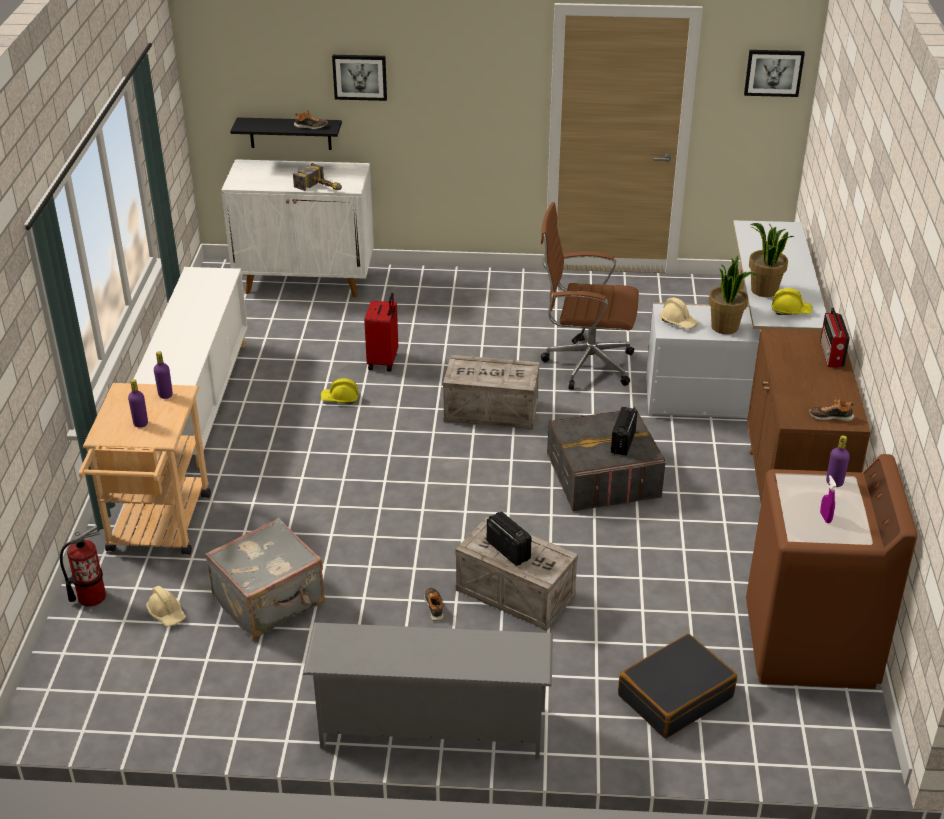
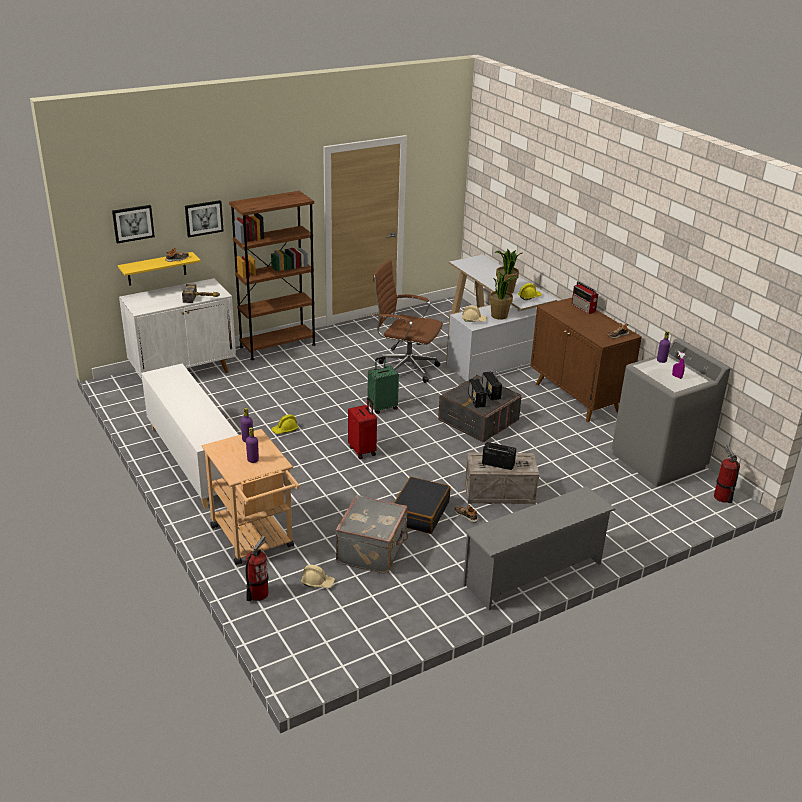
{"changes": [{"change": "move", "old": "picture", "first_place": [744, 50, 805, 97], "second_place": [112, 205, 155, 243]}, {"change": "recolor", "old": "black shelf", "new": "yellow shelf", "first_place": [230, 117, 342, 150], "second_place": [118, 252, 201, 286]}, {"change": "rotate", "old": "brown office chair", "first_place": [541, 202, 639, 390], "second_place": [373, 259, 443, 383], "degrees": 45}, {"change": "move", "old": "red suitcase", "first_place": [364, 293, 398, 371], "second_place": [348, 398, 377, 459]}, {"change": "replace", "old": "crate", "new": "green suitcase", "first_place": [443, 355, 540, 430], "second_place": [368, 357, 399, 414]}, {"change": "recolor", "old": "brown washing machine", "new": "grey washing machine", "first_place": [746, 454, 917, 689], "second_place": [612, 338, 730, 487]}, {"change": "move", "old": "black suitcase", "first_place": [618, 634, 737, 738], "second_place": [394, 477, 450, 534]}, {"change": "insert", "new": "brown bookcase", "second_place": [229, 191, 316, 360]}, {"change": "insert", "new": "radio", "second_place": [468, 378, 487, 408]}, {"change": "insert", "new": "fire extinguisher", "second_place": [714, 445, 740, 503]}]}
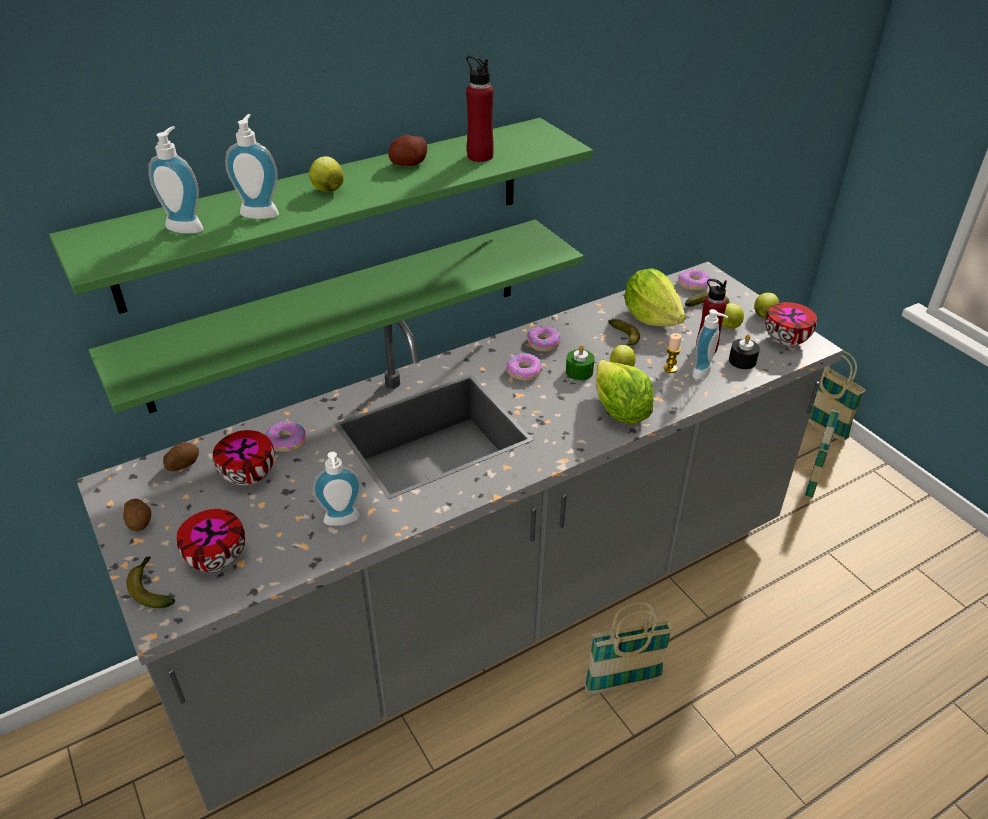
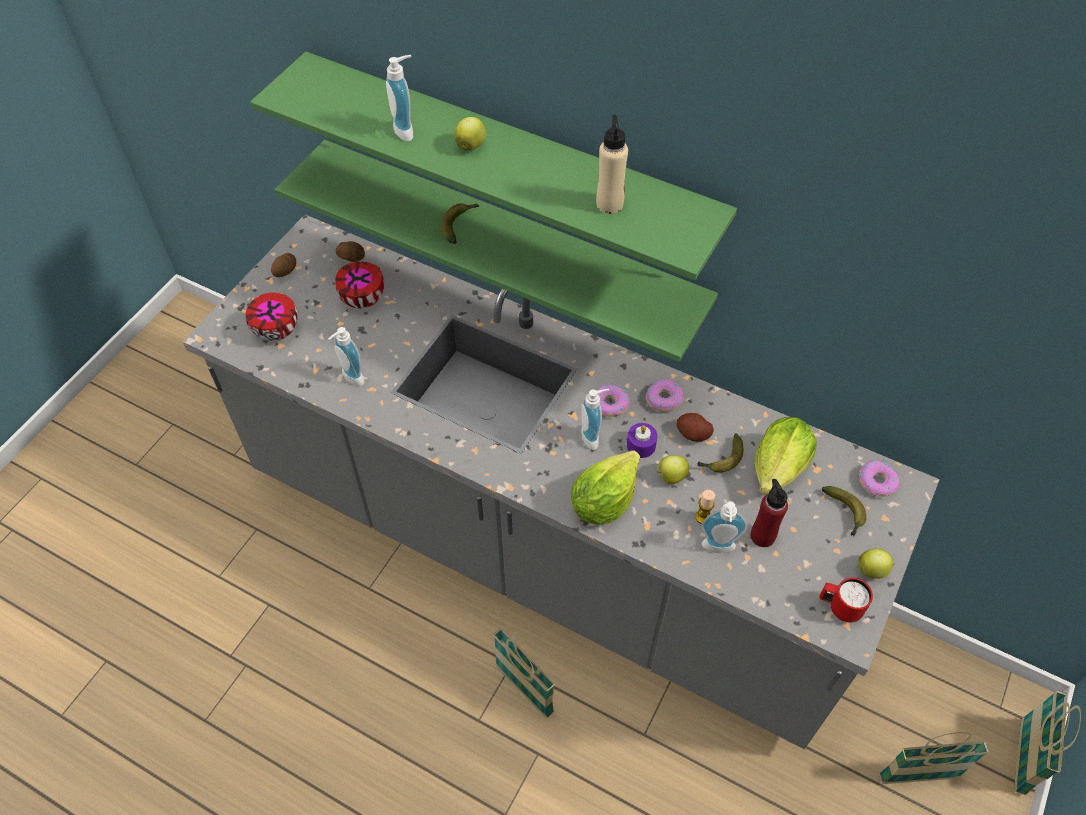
{"changes": [{"change": "recolor", "old": "red bottle", "new": "beige bottle", "first_place": [466, 55, 494, 162], "second_place": [596, 115, 628, 214]}, {"change": "move", "old": "soap dispenser", "first_place": [148, 126, 204, 234], "second_place": [581, 389, 609, 450]}, {"change": "move", "old": "potato", "first_place": [388, 135, 427, 166], "second_place": [677, 413, 714, 442]}, {"change": "replace", "old": "bowl", "new": "red mug", "first_place": [765, 302, 817, 346], "second_place": [820, 578, 873, 622]}, {"change": "delete", "old": "apple", "first_place": [722, 303, 744, 329]}, {"change": "delete", "old": "black candle", "first_place": [729, 334, 760, 369]}, {"change": "recolor", "old": "green candle", "new": "purple candle", "first_place": [566, 345, 595, 380], "second_place": [627, 423, 657, 458]}, {"change": "delete", "old": "donut", "first_place": [266, 421, 307, 452]}, {"change": "move", "old": "banana", "first_place": [127, 556, 175, 608], "second_place": [441, 203, 479, 244]}]}
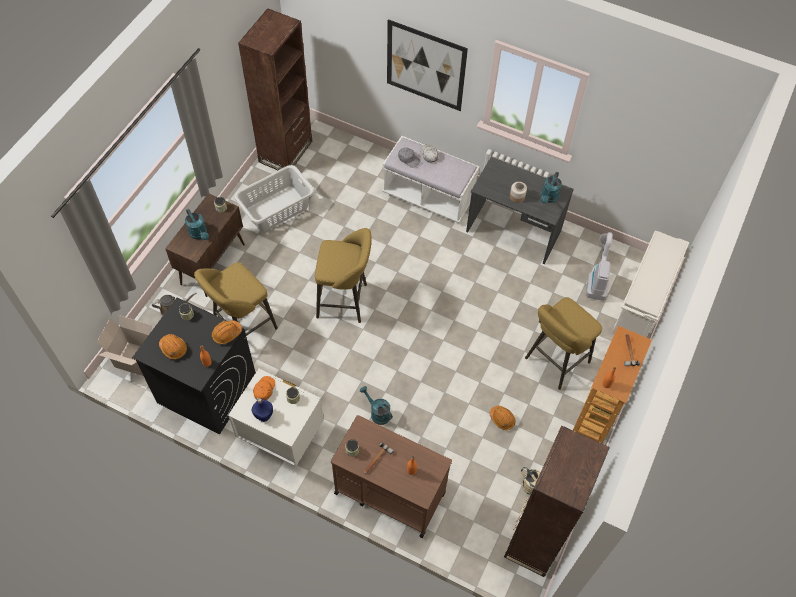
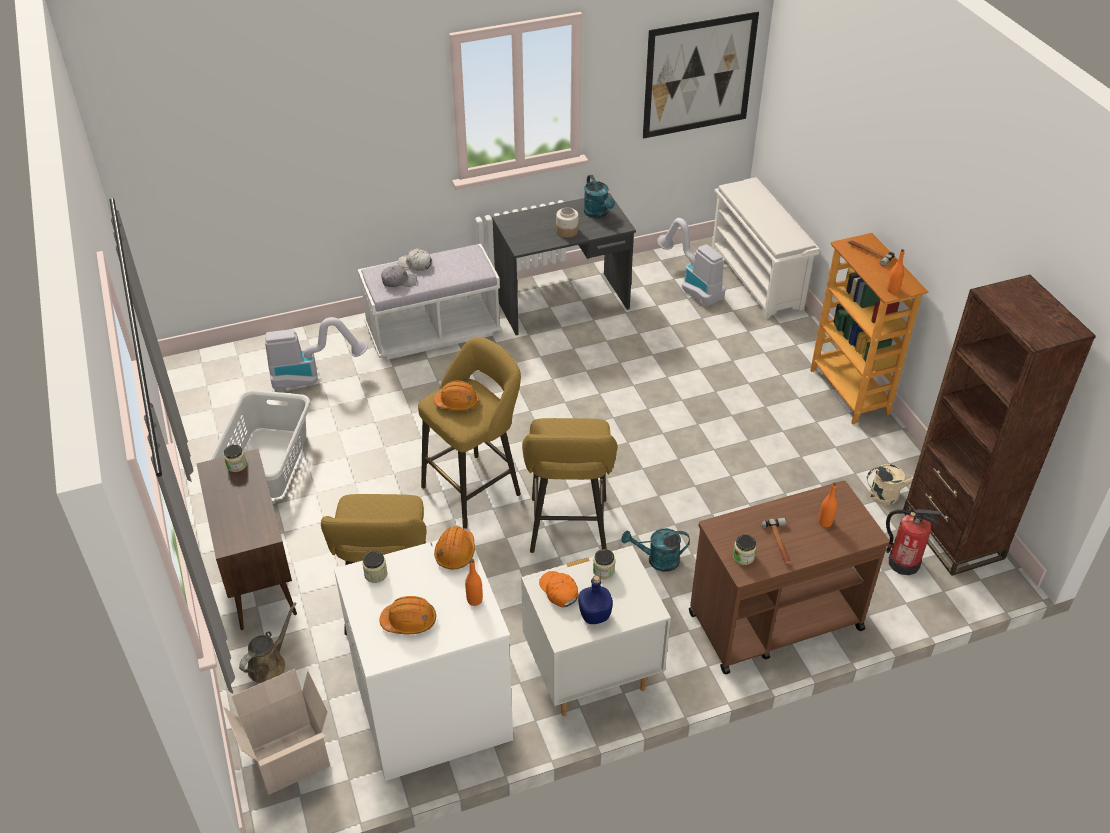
{"changes": [{"change": "delete", "old": "brown bookcase", "first_place": [238, 8, 312, 170]}, {"change": "move", "old": "picture", "first_place": [387, 19, 468, 111], "second_place": [643, 11, 759, 139]}, {"change": "delete", "old": "turquoise watering can", "first_place": [185, 209, 209, 240]}, {"change": "move", "old": "yellow stool", "first_place": [525, 297, 602, 390], "second_place": [522, 418, 617, 553]}, {"change": "recolor", "old": "black washing machine", "new": "white washing machine", "first_place": [132, 298, 256, 434], "second_place": [334, 540, 513, 781]}, {"change": "move", "old": "orange hard hat", "first_place": [490, 406, 516, 430], "second_place": [434, 381, 479, 411]}, {"change": "insert", "new": "vacuum cleaner", "second_place": [265, 317, 368, 392]}, {"change": "insert", "new": "fire extinguisher", "second_place": [886, 509, 942, 575]}]}
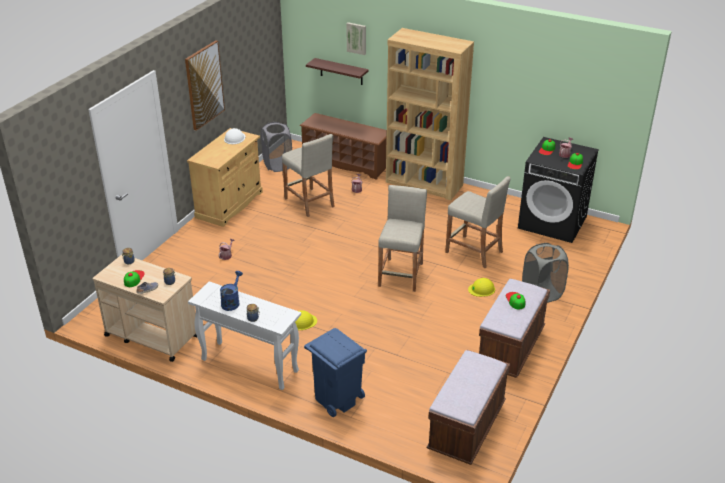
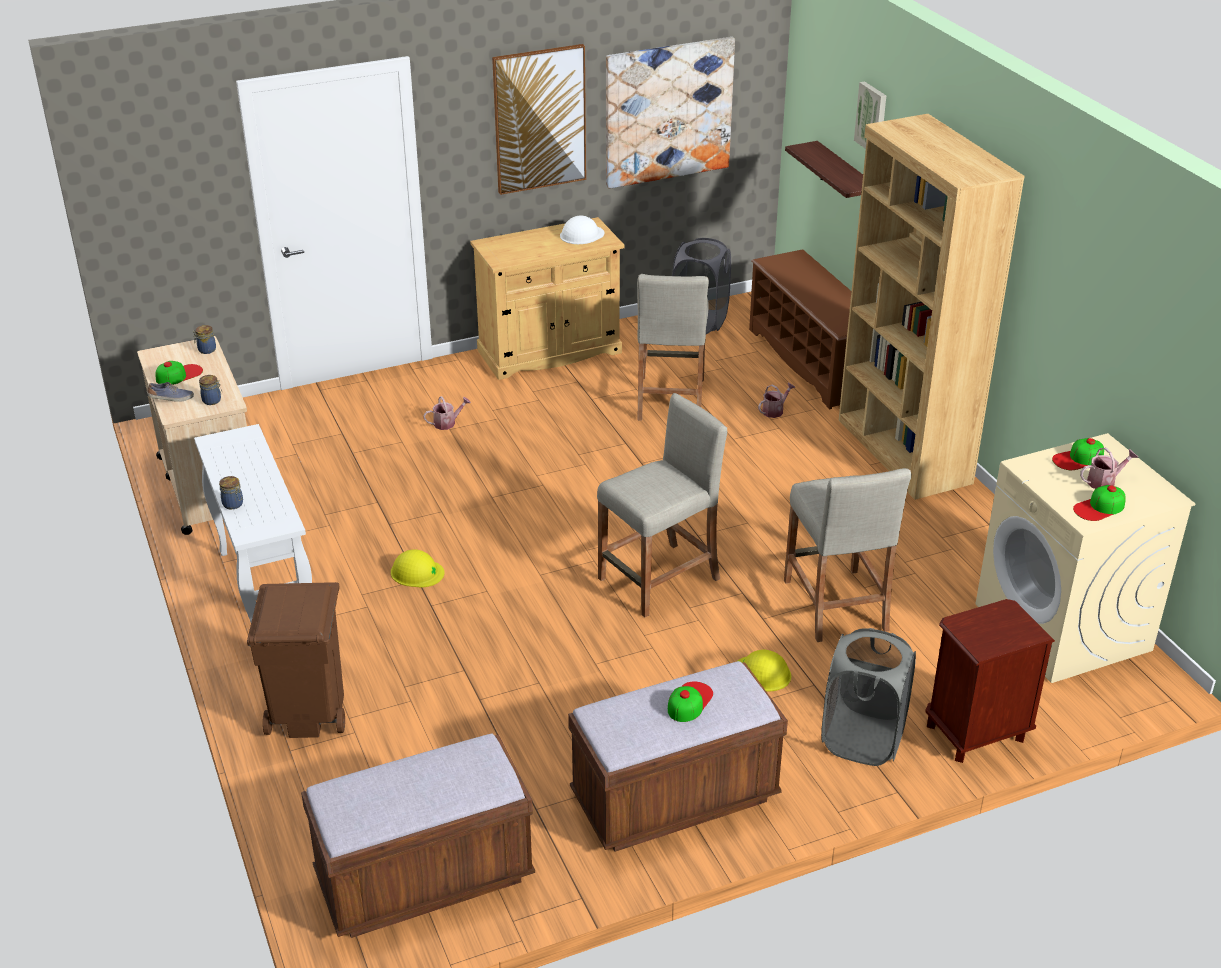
{"changes": [{"change": "recolor", "old": "black washing machine", "new": "beige washing machine", "first_place": [518, 137, 599, 243], "second_place": [975, 433, 1195, 683]}, {"change": "delete", "old": "blue watering can", "first_place": [220, 271, 243, 311]}, {"change": "recolor", "old": "blue trash can", "new": "brown trash can", "first_place": [304, 328, 367, 417], "second_place": [247, 582, 345, 738]}, {"change": "insert", "new": "picture", "second_place": [606, 37, 735, 189]}, {"change": "insert", "new": "brown nightstand", "second_place": [925, 599, 1055, 763]}]}
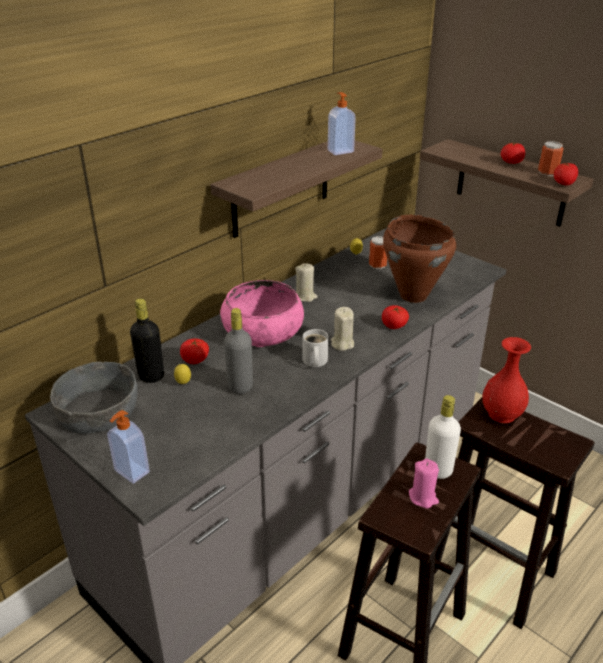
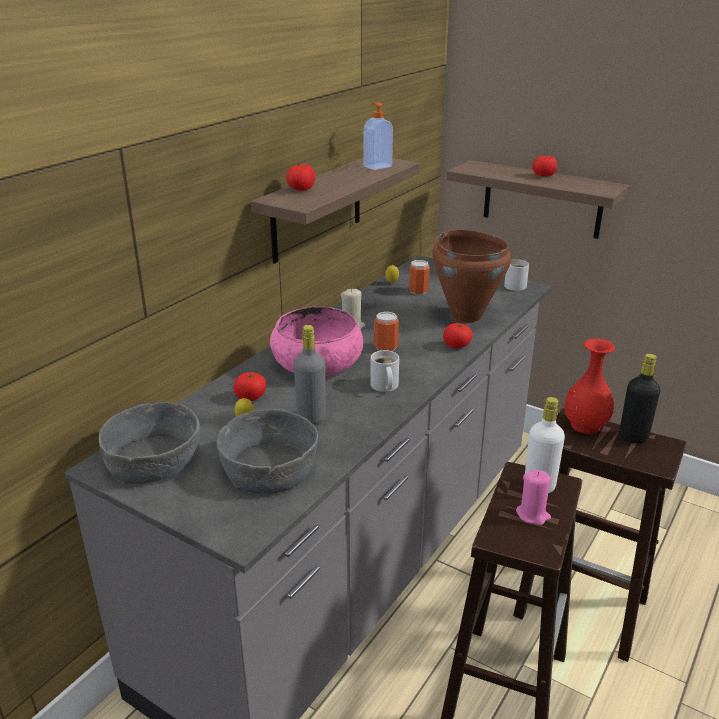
{"changes": [{"change": "move", "old": "can", "first_place": [538, 141, 564, 176], "second_place": [374, 312, 399, 351]}, {"change": "move", "old": "tomato", "first_place": [554, 162, 578, 185], "second_place": [286, 164, 315, 191]}, {"change": "move", "old": "black bottle", "first_place": [130, 299, 164, 383], "second_place": [619, 354, 660, 444]}, {"change": "delete", "old": "beige candle", "first_place": [331, 307, 354, 351]}, {"change": "delete", "old": "soap dispenser", "first_place": [107, 410, 150, 484]}, {"change": "insert", "new": "white mug", "second_place": [504, 259, 529, 291]}, {"change": "insert", "new": "grey bowl", "second_place": [217, 409, 318, 494]}]}
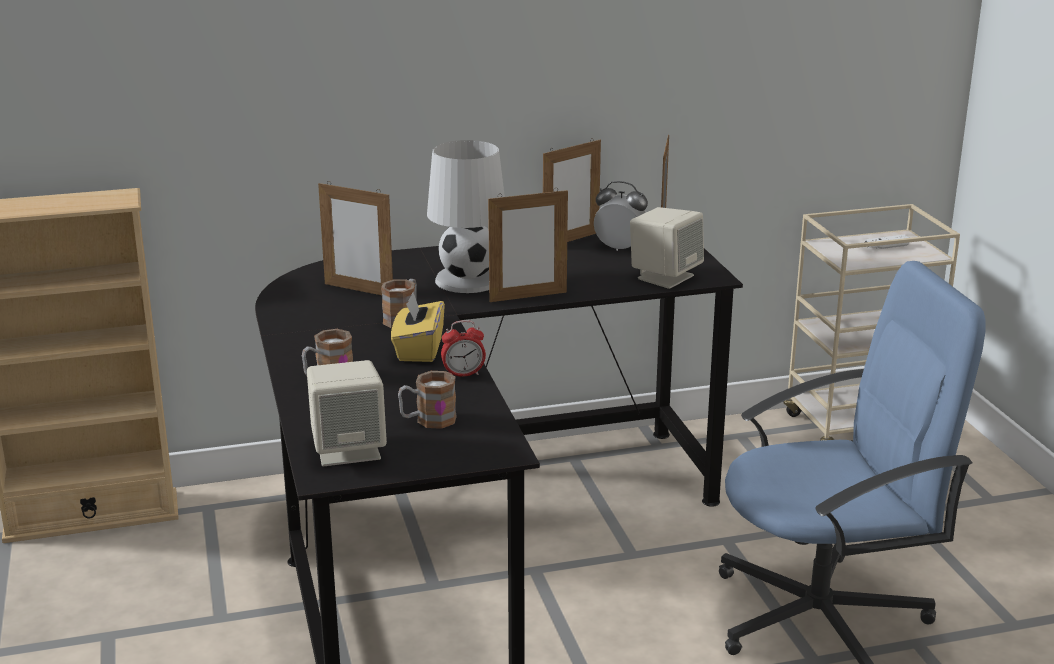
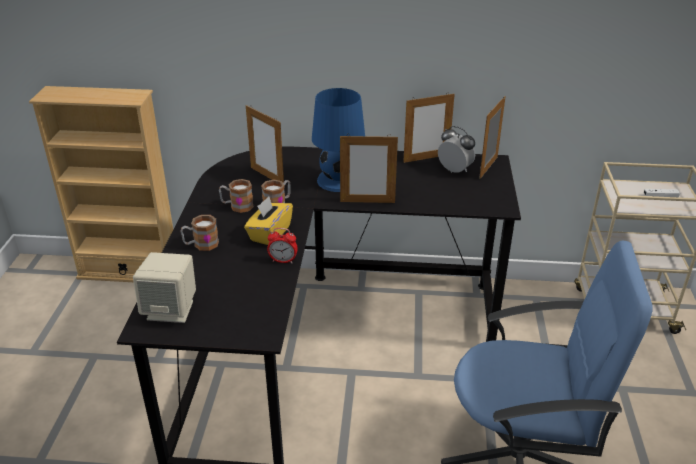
{"changes": [{"change": "recolor", "old": "white table lamp", "new": "blue table lamp", "first_place": [427, 140, 505, 293], "second_place": [312, 88, 365, 192]}, {"change": "delete", "old": "beige speaker", "first_place": [630, 207, 704, 289]}, {"change": "move", "old": "mug", "first_place": [398, 371, 457, 429], "second_place": [219, 179, 254, 213]}]}
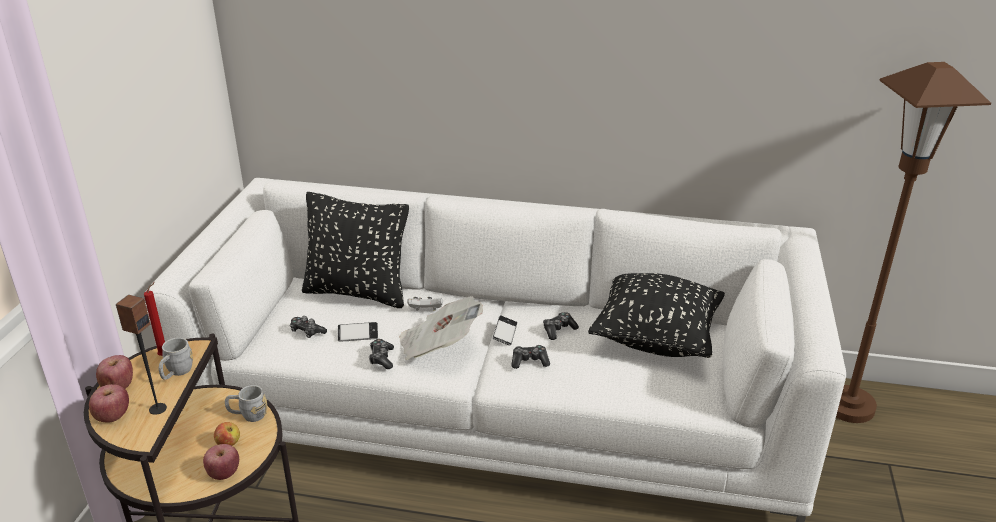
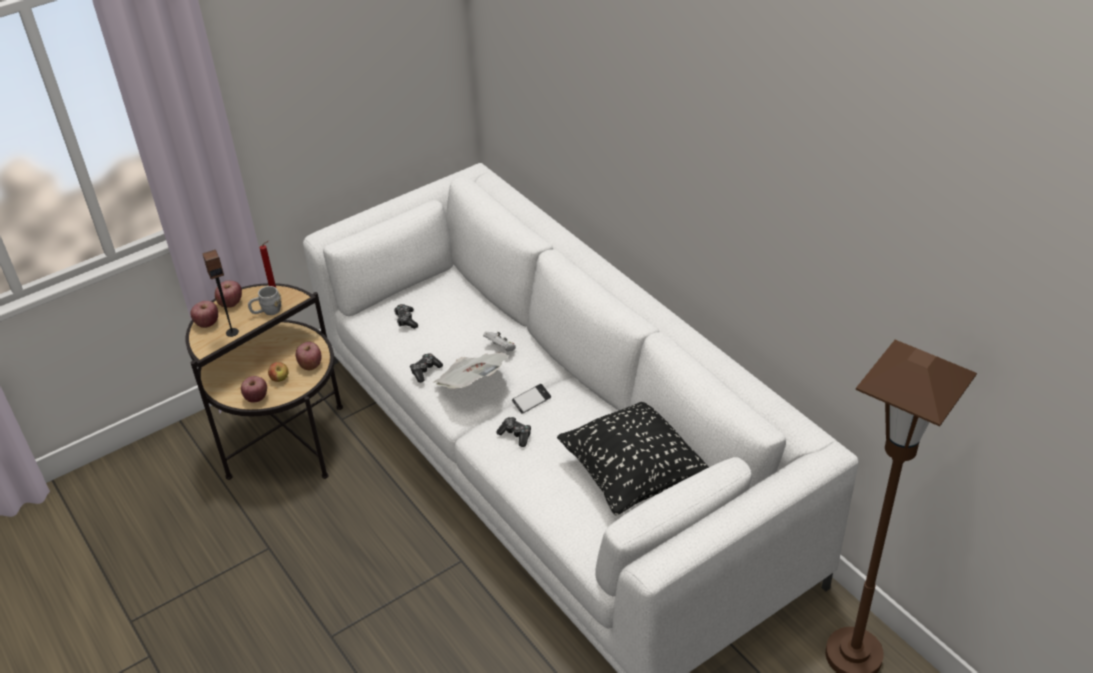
{"changes": [{"change": "delete", "old": "black pillow", "first_place": [302, 192, 409, 308]}, {"change": "delete", "old": "game controller", "first_place": [543, 312, 579, 340]}, {"change": "delete", "old": "phone", "first_place": [338, 322, 378, 342]}, {"change": "replace", "old": "grey mug", "new": "apple", "first_place": [225, 385, 267, 422], "second_place": [296, 342, 322, 370]}]}
